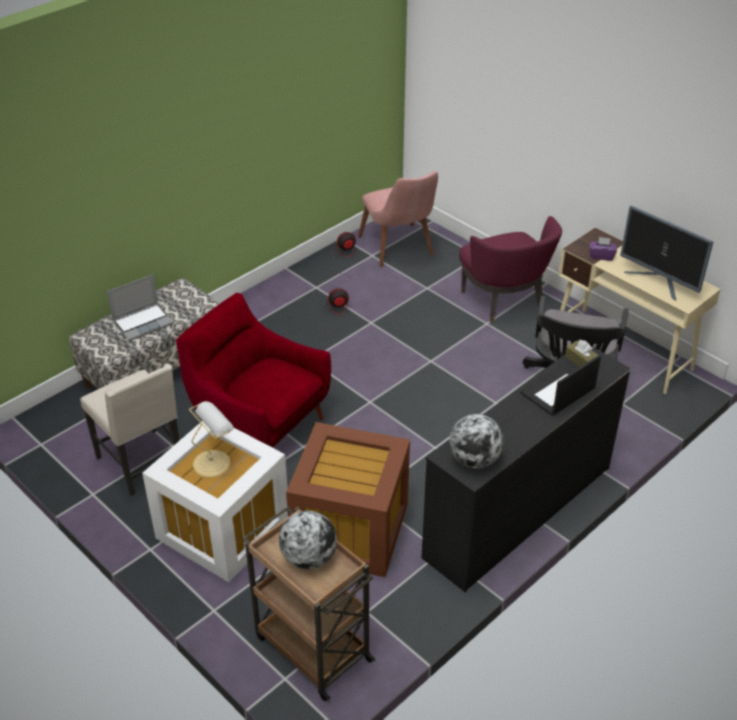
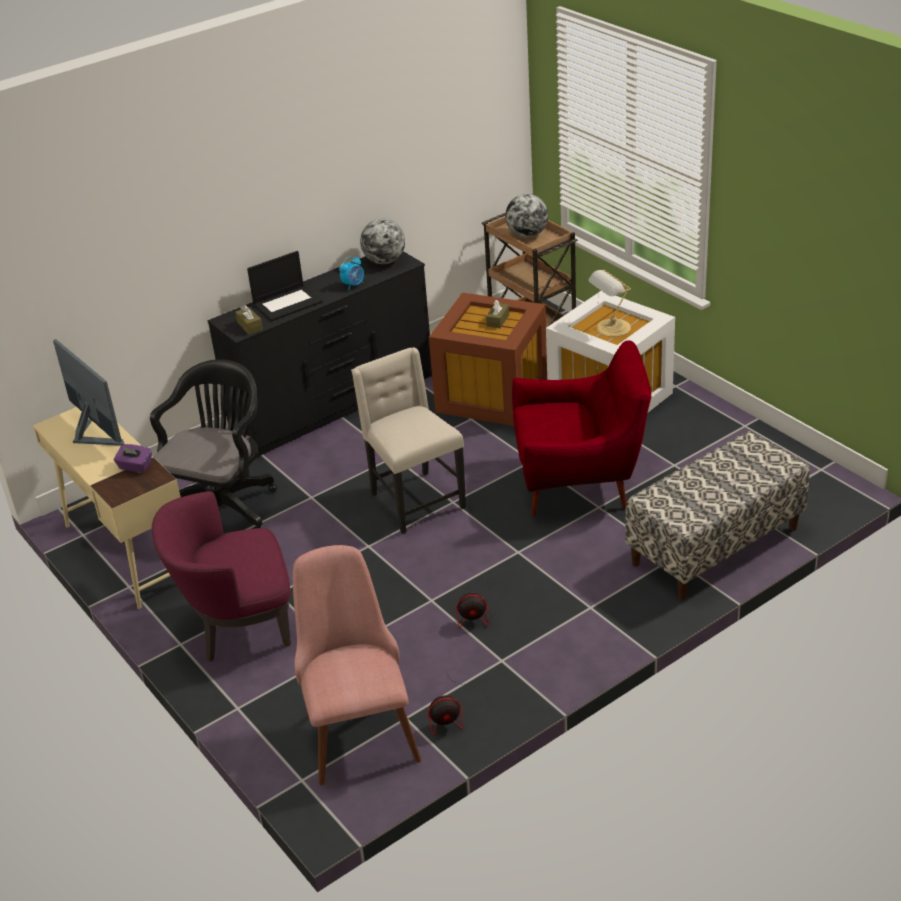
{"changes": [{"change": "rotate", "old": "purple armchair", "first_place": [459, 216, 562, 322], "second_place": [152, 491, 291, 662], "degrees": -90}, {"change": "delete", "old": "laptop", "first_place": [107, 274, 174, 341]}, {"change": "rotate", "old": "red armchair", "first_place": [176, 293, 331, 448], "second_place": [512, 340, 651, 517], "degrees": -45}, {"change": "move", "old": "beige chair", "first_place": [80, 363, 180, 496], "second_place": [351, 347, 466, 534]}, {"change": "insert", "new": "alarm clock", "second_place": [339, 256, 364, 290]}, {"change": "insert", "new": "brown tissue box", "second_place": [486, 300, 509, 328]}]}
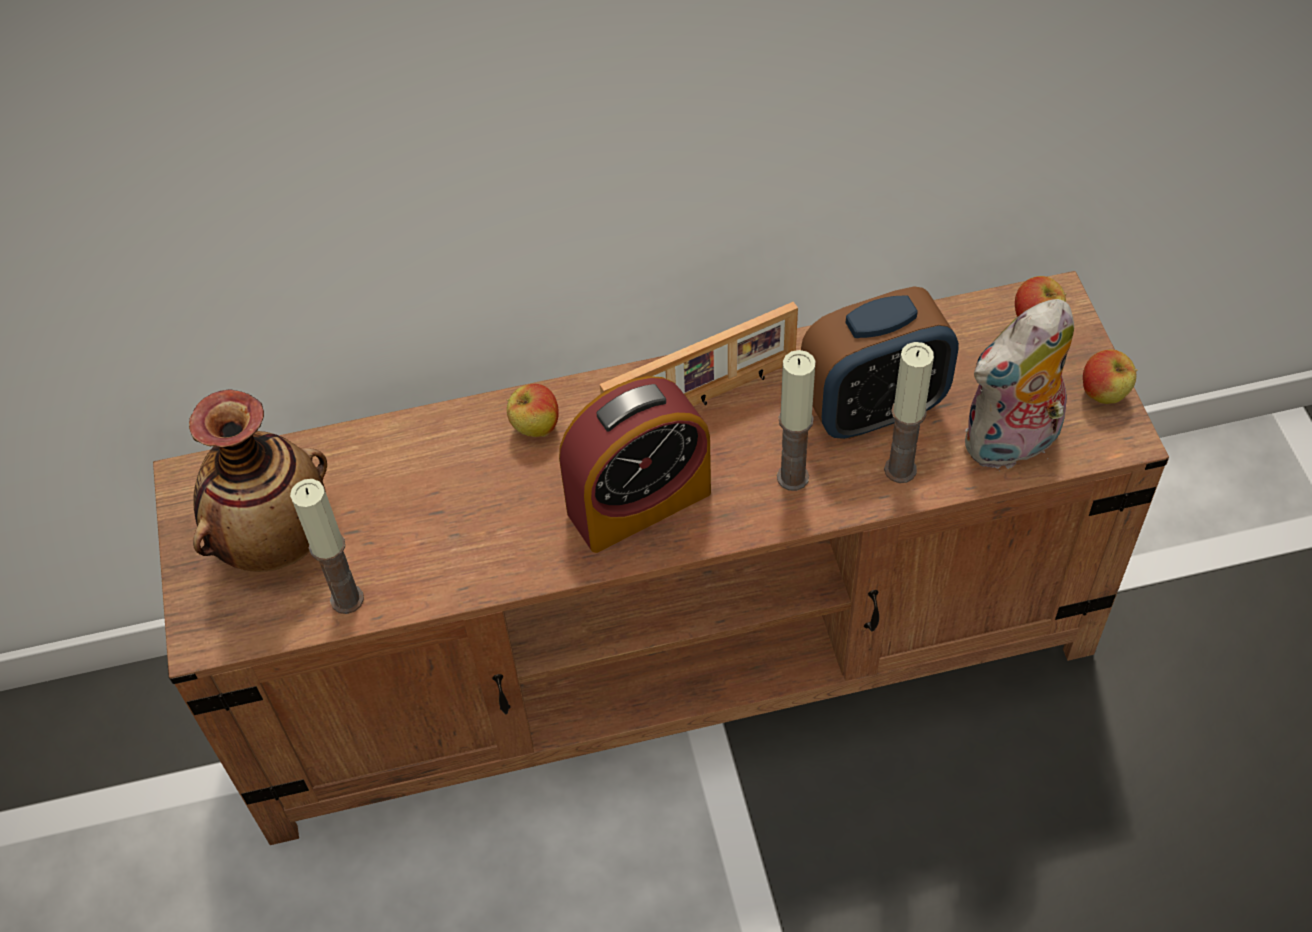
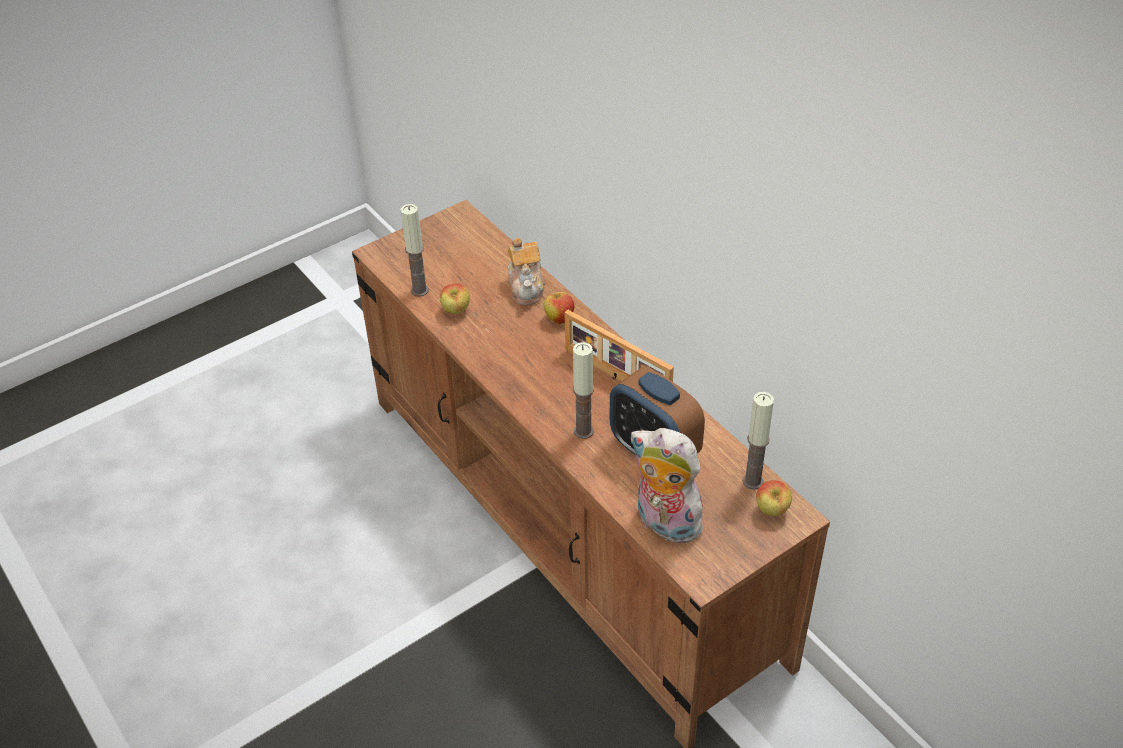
{"changes": [{"change": "move", "old": "candle", "first_place": [884, 342, 934, 483], "second_place": [743, 392, 774, 489]}, {"change": "move", "old": "apple", "first_place": [1083, 350, 1137, 404], "second_place": [440, 283, 470, 314]}, {"change": "delete", "old": "alarm clock", "first_place": [559, 376, 711, 553]}, {"change": "delete", "old": "vase", "first_place": [189, 389, 327, 572]}, {"change": "insert", "new": "teapot", "second_place": [508, 237, 545, 305]}]}
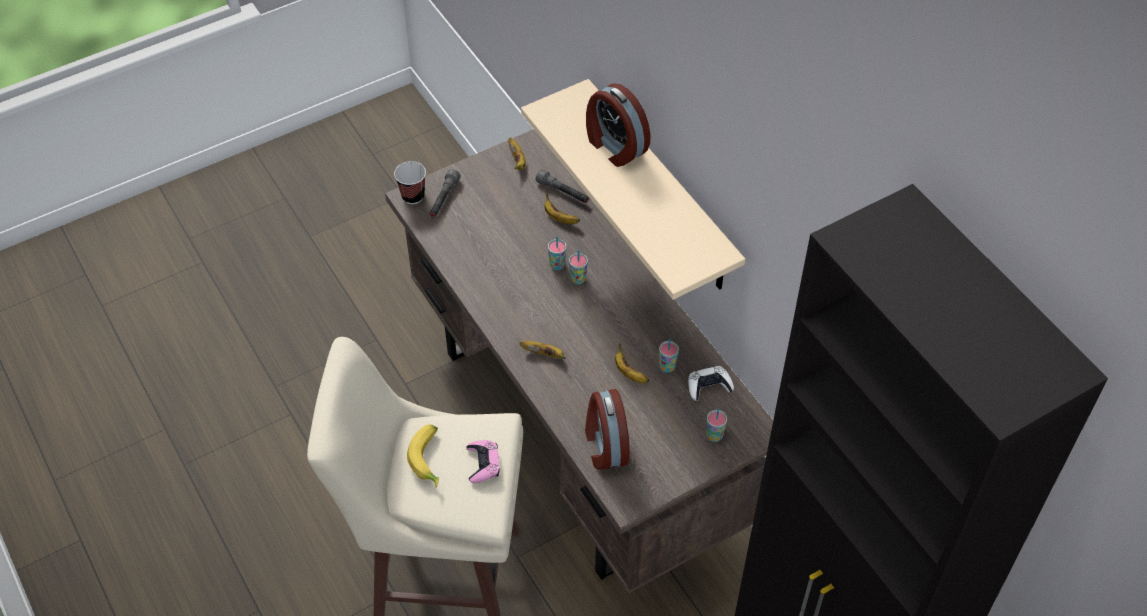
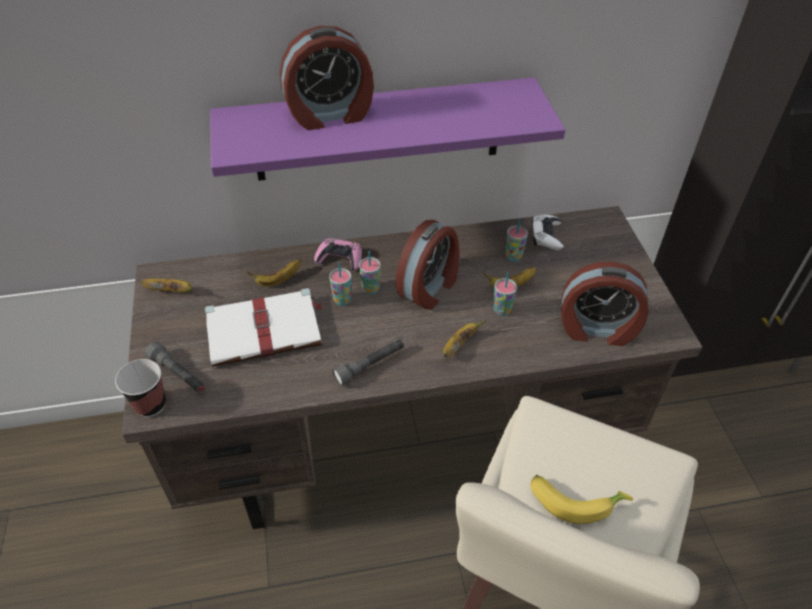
{"changes": [{"change": "recolor", "old": "beige shelf", "new": "purple shelf", "first_place": [521, 79, 745, 300], "second_place": [210, 77, 566, 181]}, {"change": "move", "old": "grey flashlight", "first_place": [536, 169, 589, 203], "second_place": [333, 339, 404, 386]}, {"change": "move", "old": "cup", "first_place": [706, 408, 727, 442], "second_place": [493, 273, 517, 316]}, {"change": "move", "old": "pink game controller", "first_place": [466, 440, 500, 483], "second_place": [314, 238, 362, 271]}, {"change": "insert", "new": "alarm clock", "second_place": [396, 220, 459, 310]}, {"change": "insert", "new": "white book", "second_place": [205, 288, 324, 367]}]}
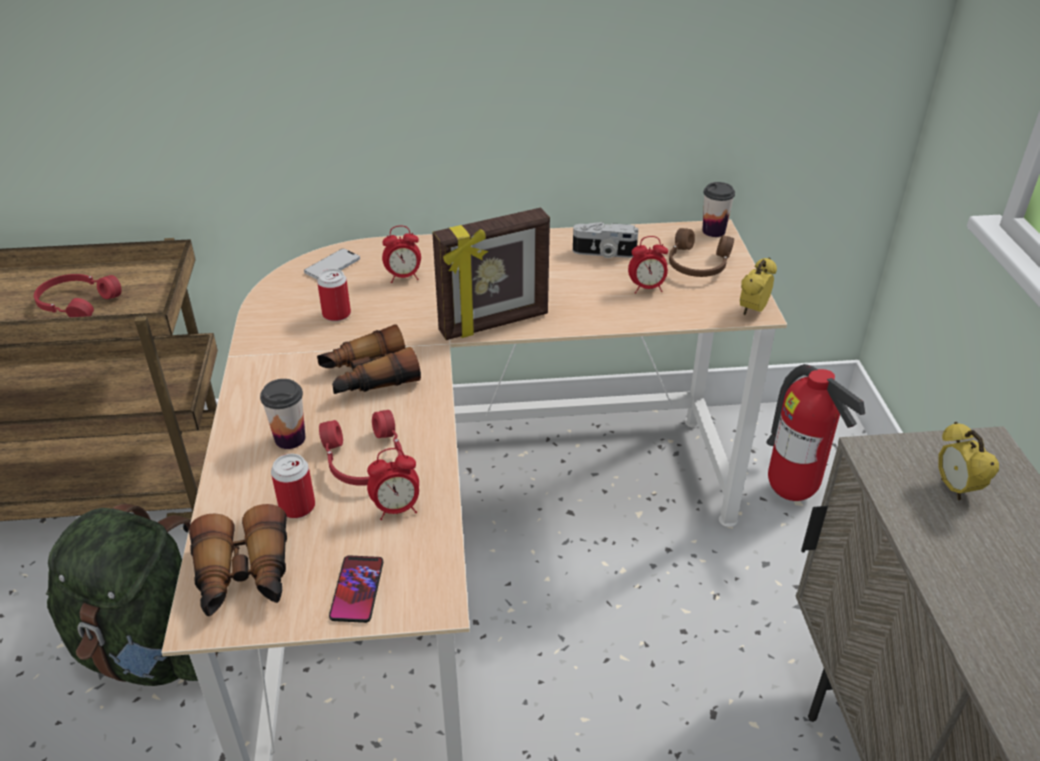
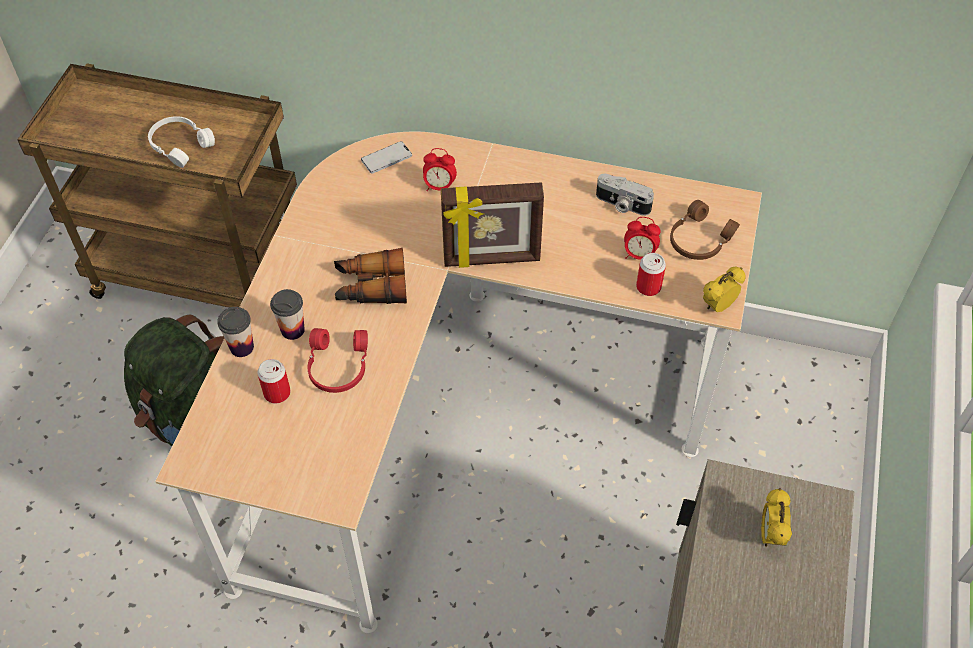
{"changes": [{"change": "move", "old": "cup", "first_place": [702, 182, 735, 237], "second_place": [217, 307, 254, 357]}, {"change": "move", "old": "can", "first_place": [317, 269, 351, 321], "second_place": [636, 253, 666, 296]}, {"change": "recolor", "old": "red headphones", "new": "white headphones", "first_place": [34, 274, 122, 317], "second_place": [148, 116, 215, 168]}, {"change": "delete", "old": "fire extinguisher", "first_place": [766, 364, 865, 501]}, {"change": "delete", "old": "alarm clock", "first_place": [367, 448, 419, 520]}, {"change": "delete", "old": "binoculars", "first_place": [189, 504, 287, 616]}, {"change": "delete", "old": "phone", "first_place": [329, 555, 383, 623]}]}
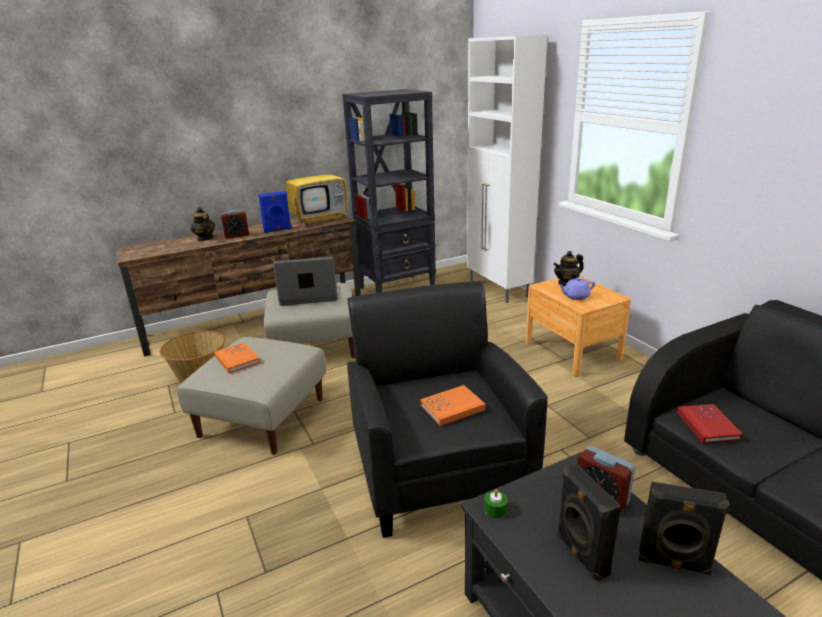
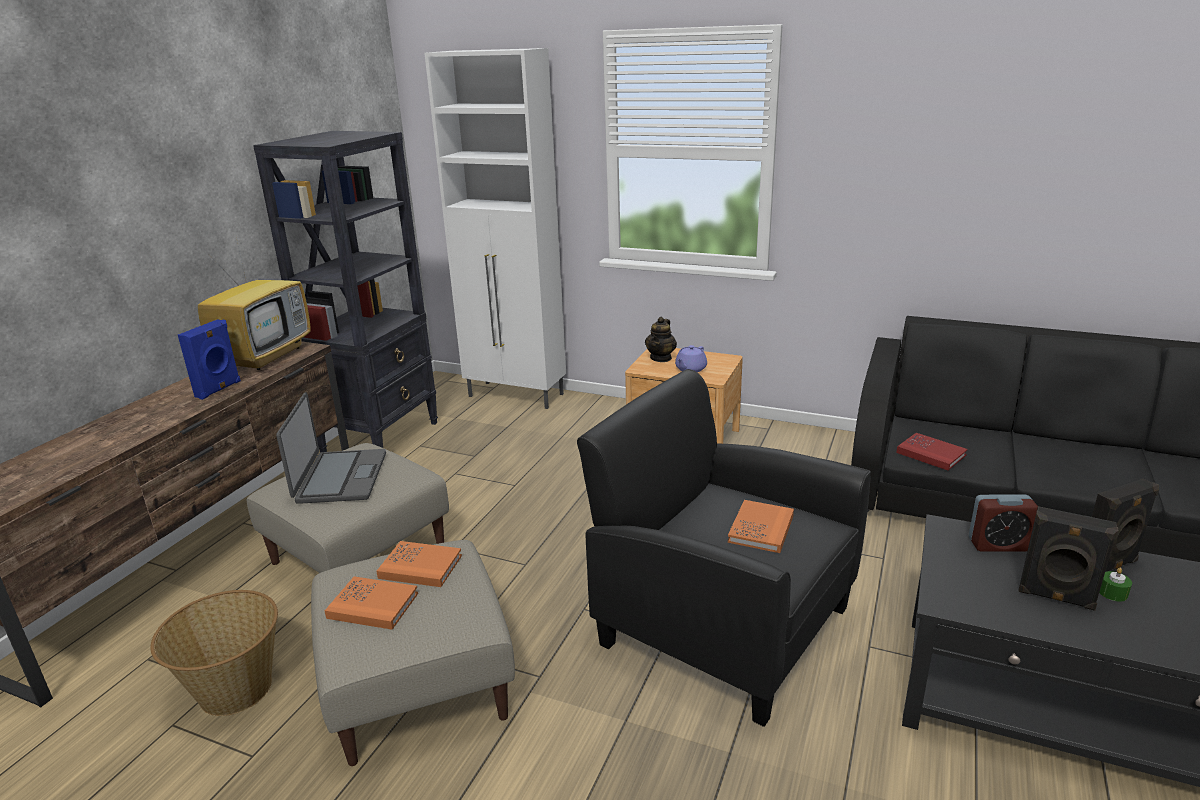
{"changes": [{"change": "delete", "old": "teapot", "first_place": [191, 207, 215, 241]}, {"change": "delete", "old": "alarm clock", "first_place": [221, 210, 249, 239]}, {"change": "rotate", "old": "laptop", "first_place": [273, 257, 338, 306], "second_place": [276, 392, 386, 504], "degrees": 135}, {"change": "move", "old": "green candle", "first_place": [484, 489, 507, 518], "second_place": [1099, 568, 1132, 602]}, {"change": "insert", "new": "orange book", "second_place": [376, 541, 462, 587]}]}
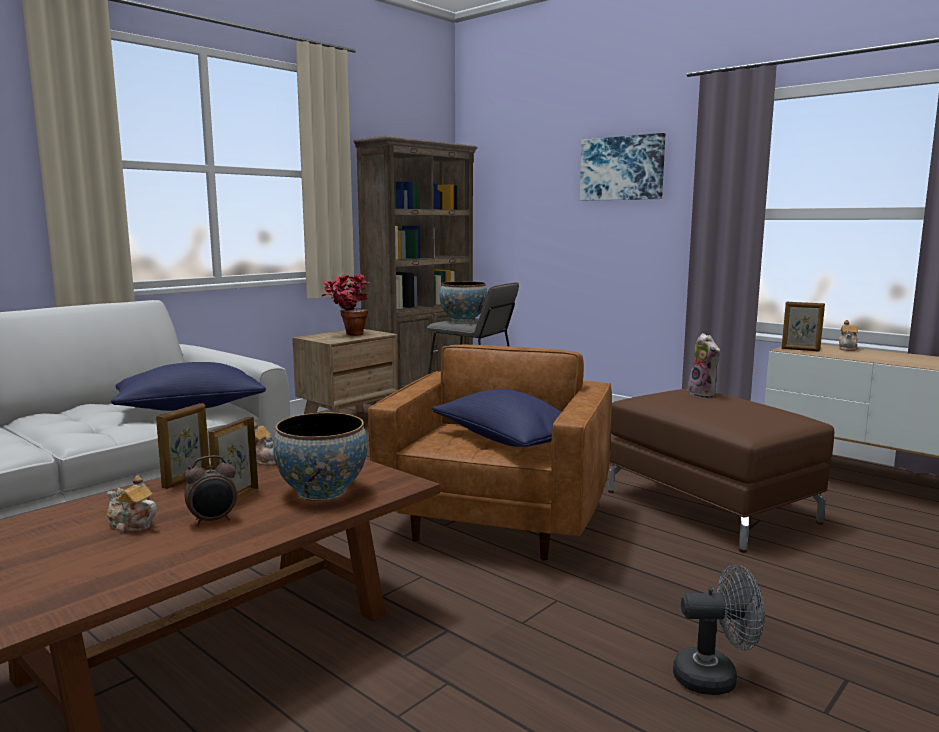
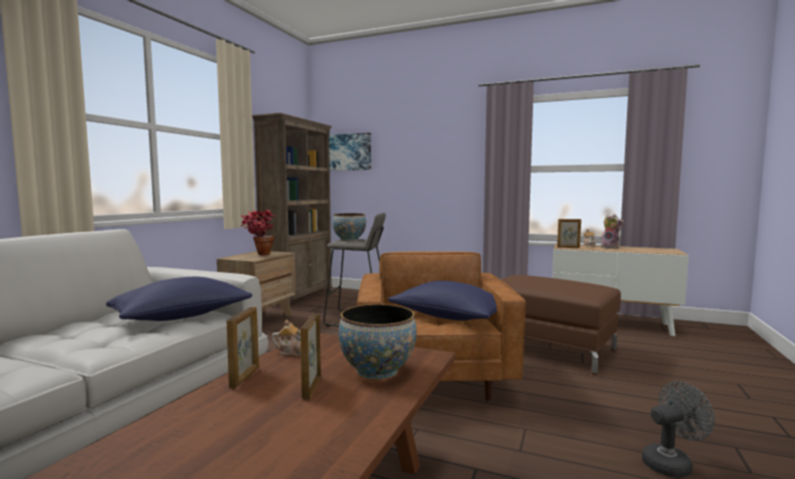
{"changes": [{"change": "move", "old": "picture", "first_place": [580, 133, 665, 201], "second_place": [329, 133, 371, 171]}, {"change": "move", "old": "plush toy", "first_place": [688, 333, 720, 398], "second_place": [600, 213, 624, 249]}, {"change": "delete", "old": "alarm clock", "first_place": [184, 455, 237, 526]}, {"change": "delete", "old": "teapot", "first_place": [107, 476, 157, 532]}]}
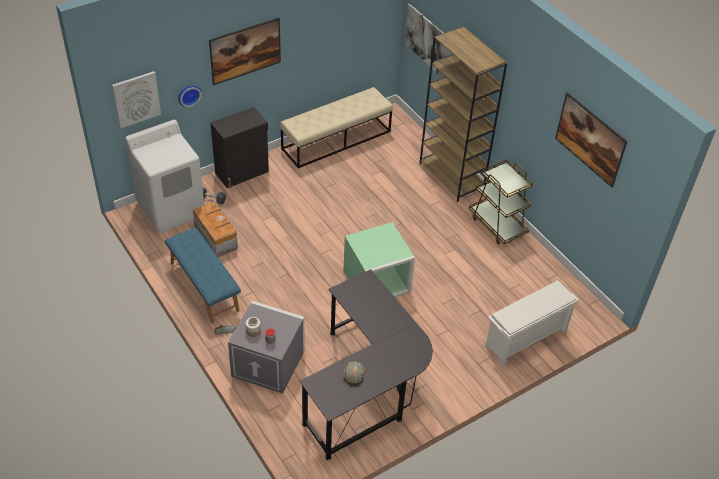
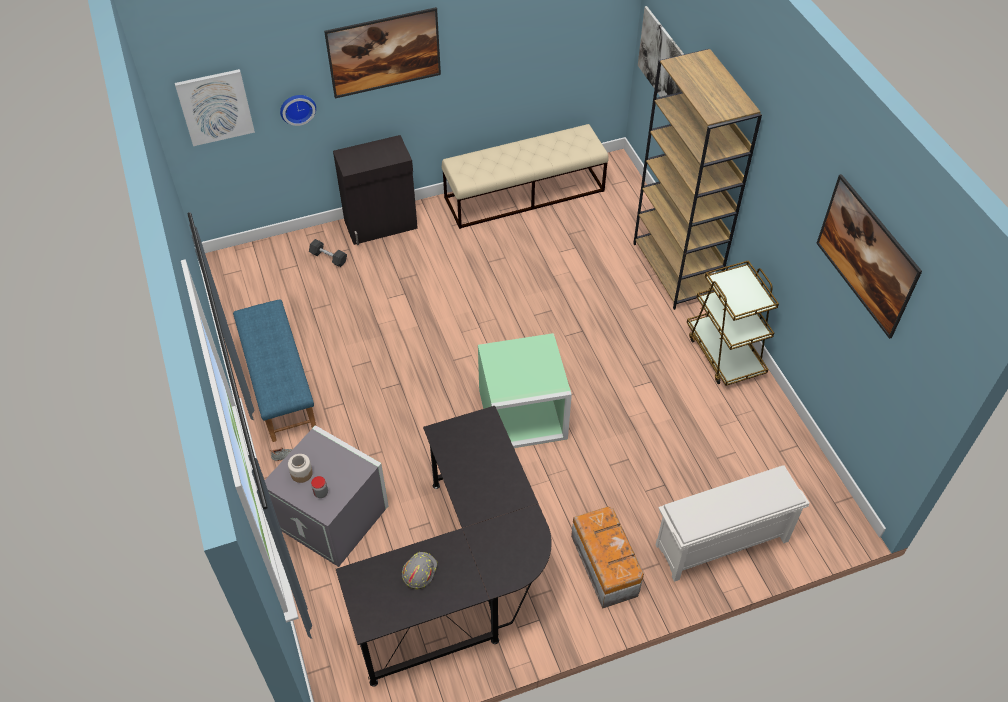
{"changes": [{"change": "delete", "old": "white washing machine", "first_place": [125, 120, 204, 233]}, {"change": "move", "old": "storage box", "first_place": [193, 202, 238, 257], "second_place": [571, 507, 644, 609]}]}
